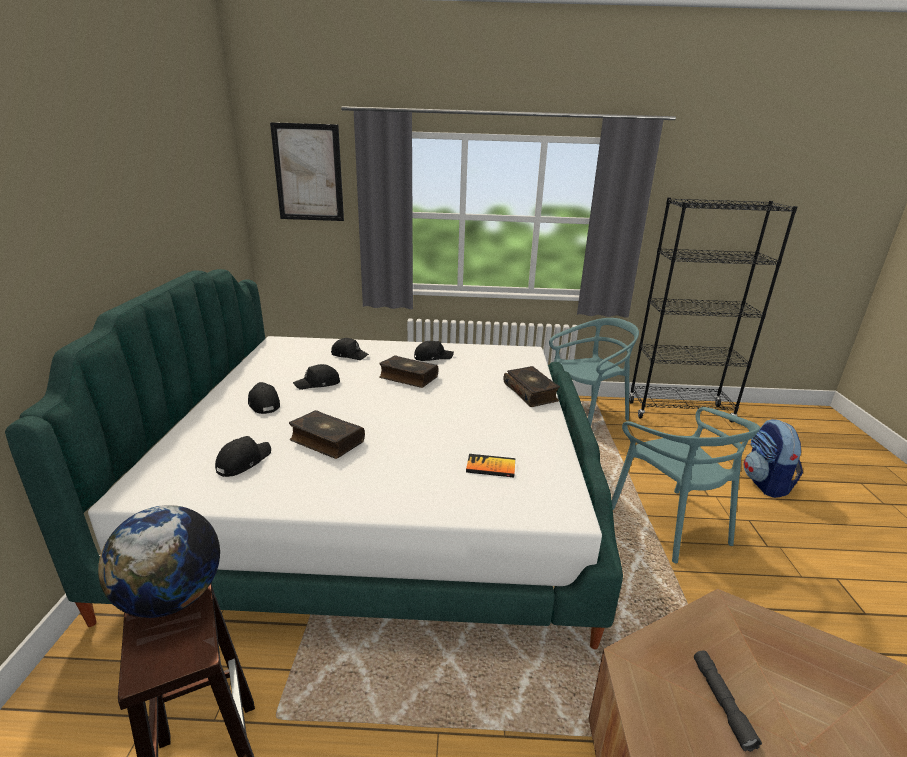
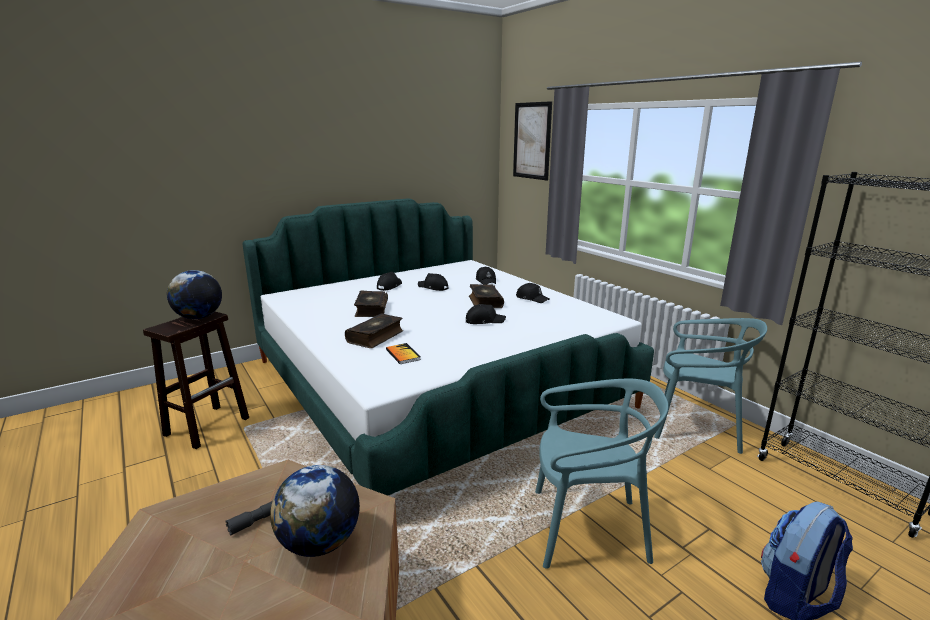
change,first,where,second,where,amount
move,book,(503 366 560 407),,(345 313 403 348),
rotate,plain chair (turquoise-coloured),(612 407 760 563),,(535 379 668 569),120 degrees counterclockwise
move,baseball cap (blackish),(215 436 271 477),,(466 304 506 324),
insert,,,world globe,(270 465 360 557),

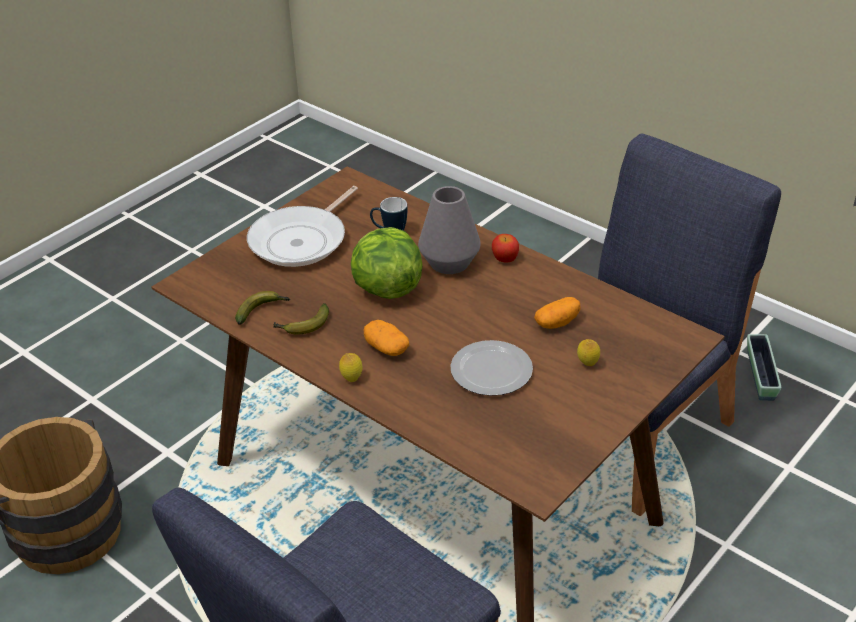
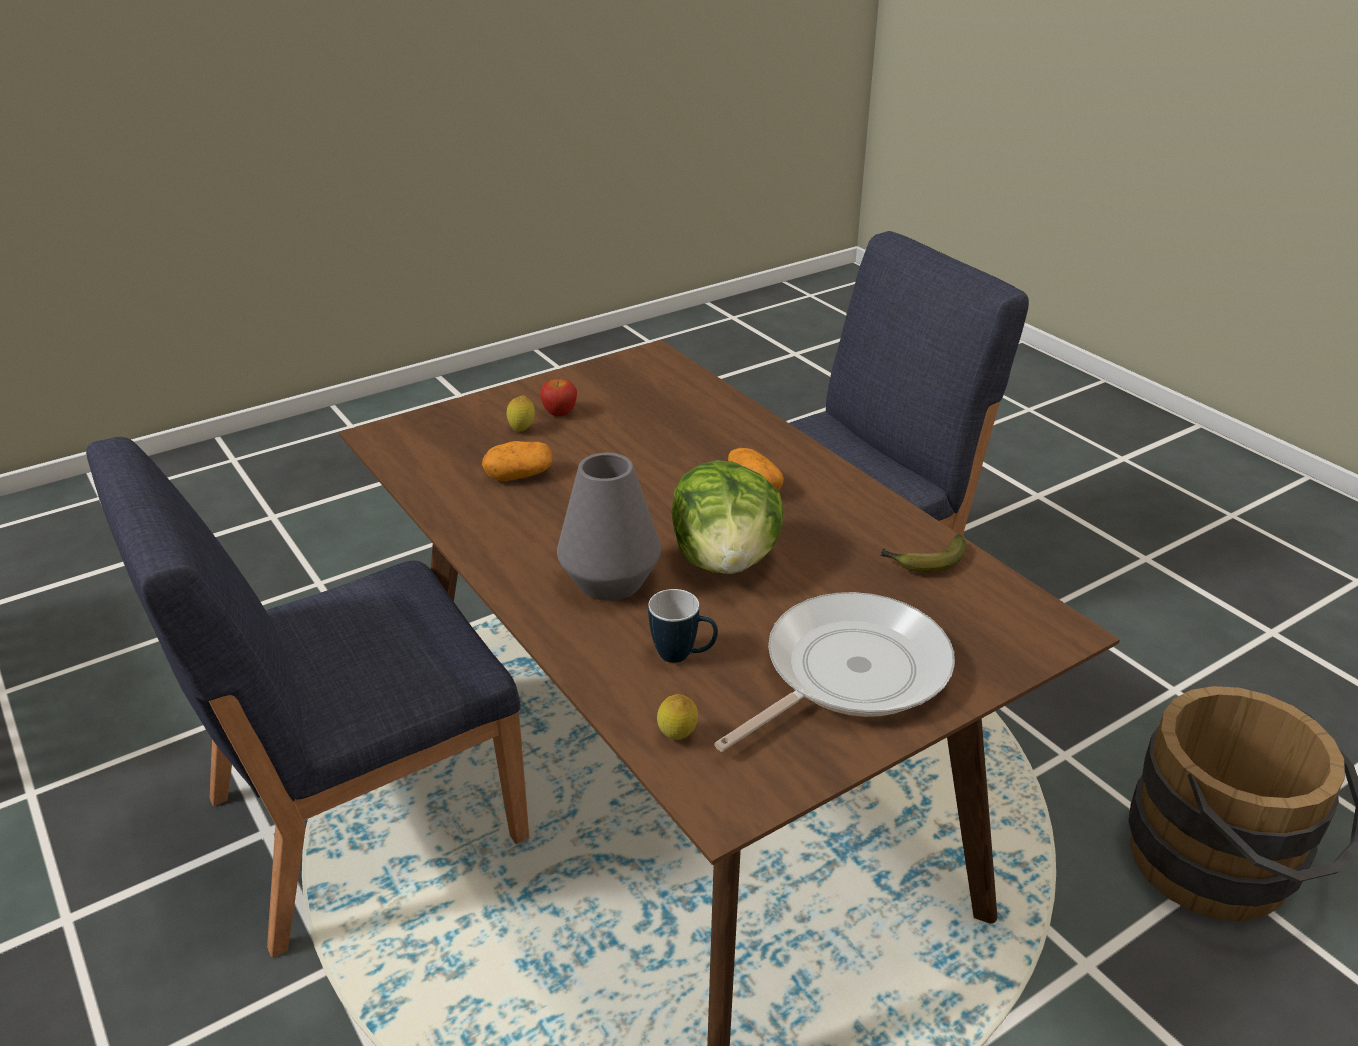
change,first,where,second,where,amount
move,apple fruit,(492 234 519 263),,(540 379 577 417),
delete,whole banana,(274 303 329 335),,,
delete,plant pot,(747 334 781 401),,,
delete,flat dish,(450 340 533 396),,,
move,whole lemon,(339 353 363 382),,(657 694 698 740),

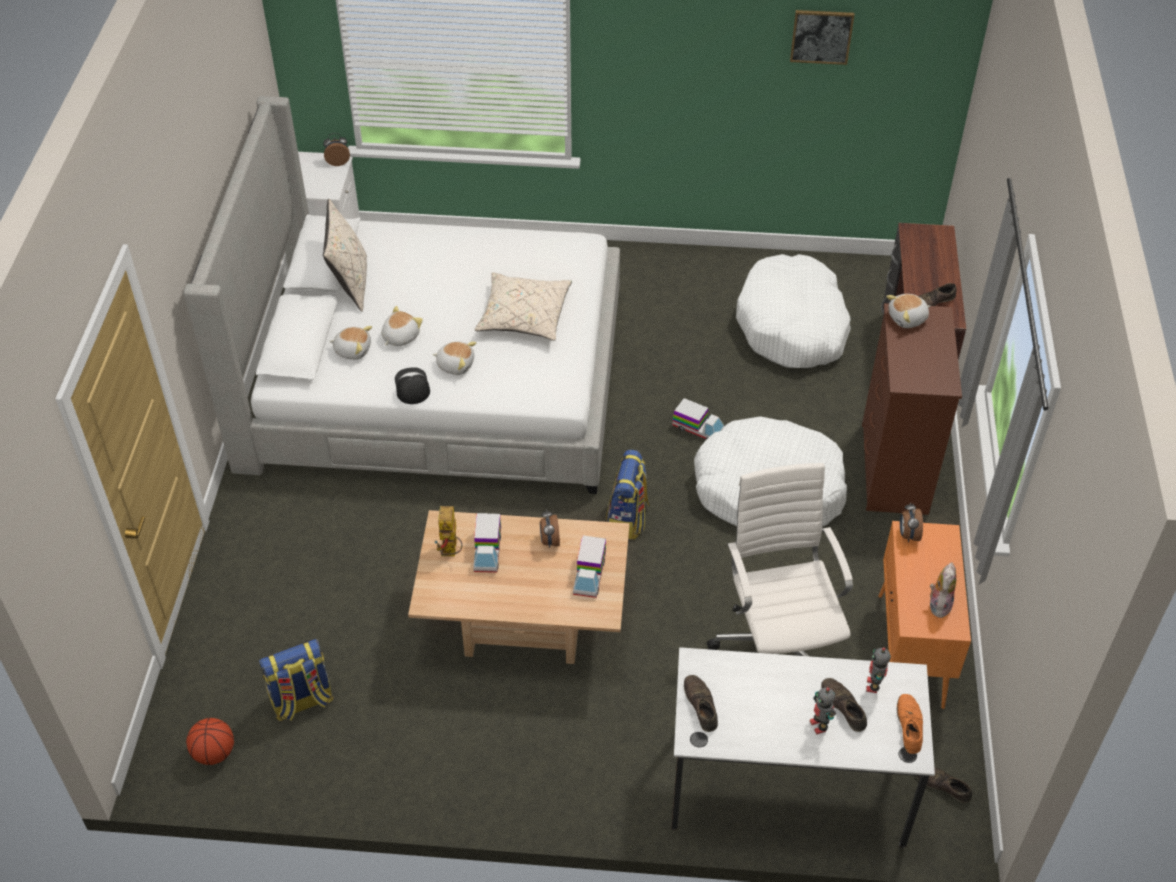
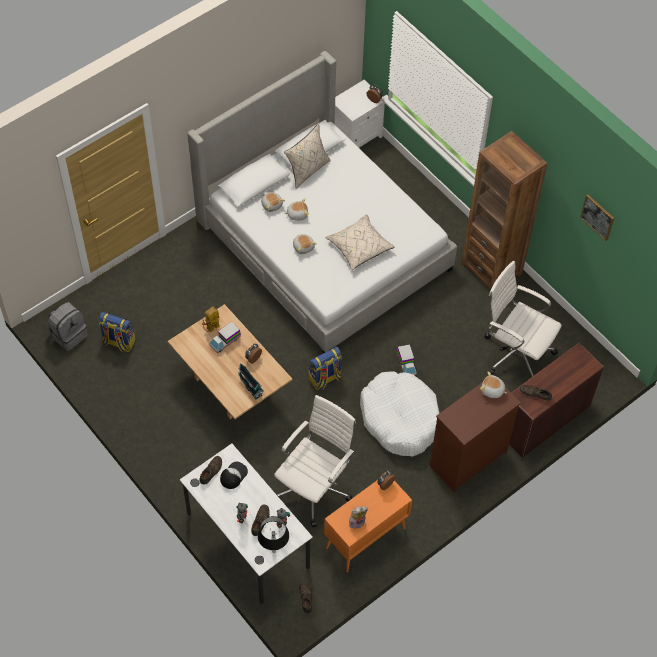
change,first,where,second,where,amount
replace,dog bed (whitish),(736 254 851 368),computer chair (whitish),(484 261 562 377),
move,baseball cap,(395 367 430 404),,(220 462 248 489),
replace,toy truck,(573 536 606 598),model house,(238 363 264 399),
replace,item of footwear (orange-coloured),(897 694 923 754),table lamp (blackish),(258 516 289 553),
replace,basketball,(186 718 234 765),backpack (greyish),(48 302 88 351),
insert,,,bookshelf (brown),(461 131 547 290),

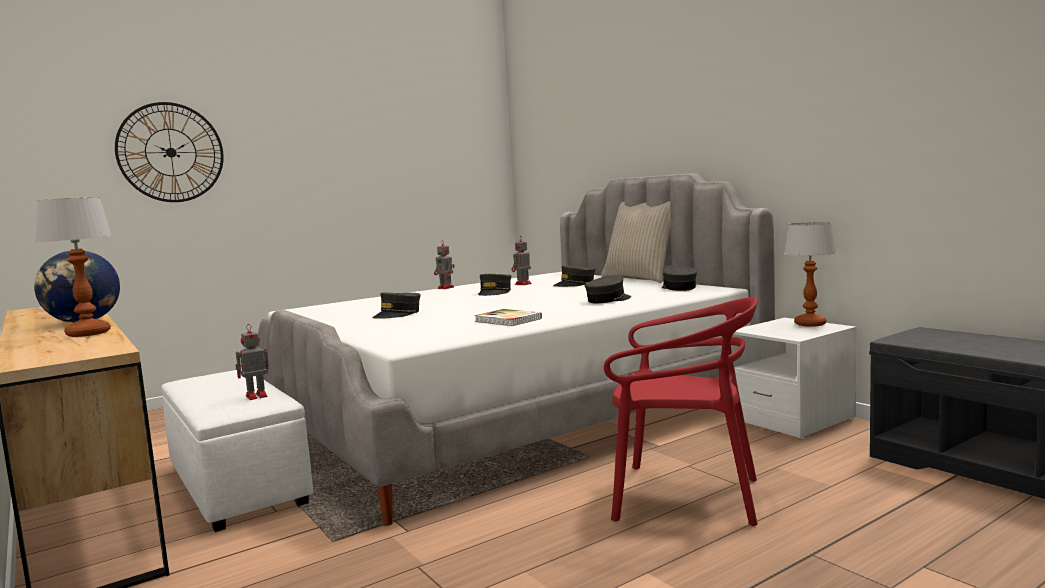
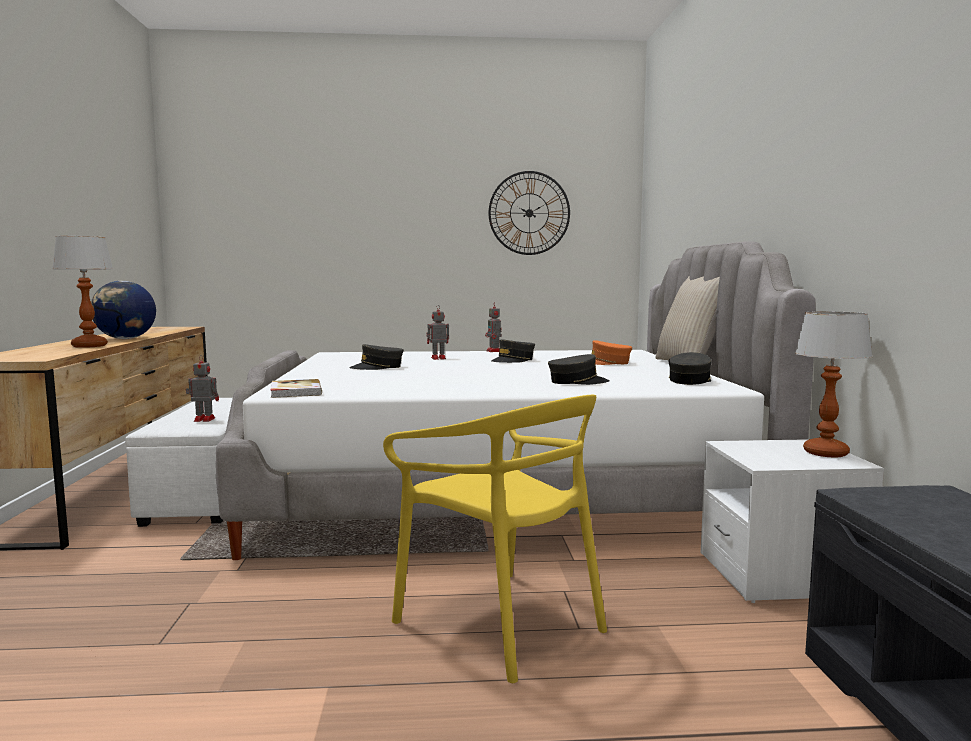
change,first,where,second,where,amount
move,hanging clock,(115 102 224 202),,(488 171 570 255),
move,model robot,(511 237 532 285),,(426 305 449 360),
recolor,baseball cap (greyish),(553 266 595 287),baseball cap (orange-coloured),(592 340 632 365),
recolor,plain chair (reddish),(604 297 758 526),plain chair (yellowish),(383 395 607 683),
move,book,(474 309 542 326),,(271 379 322 398),

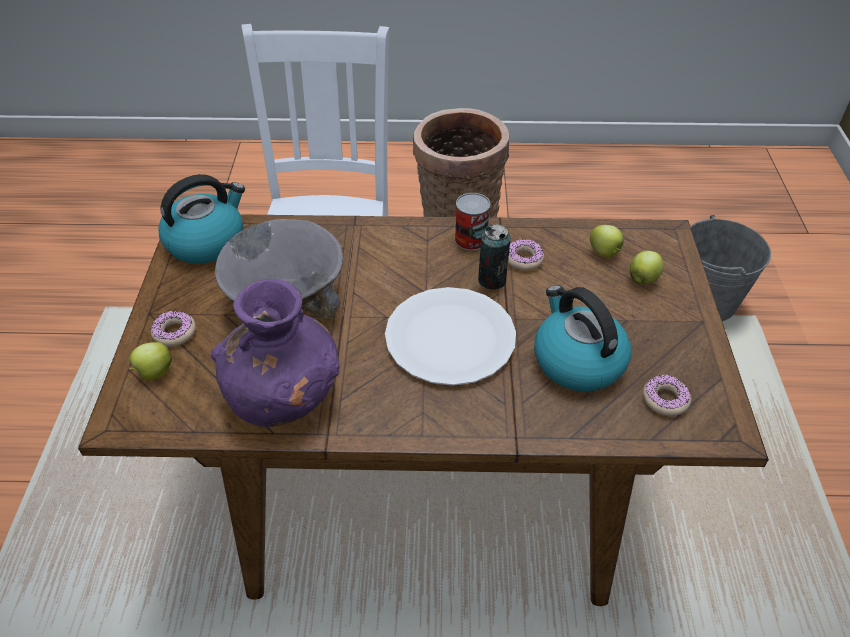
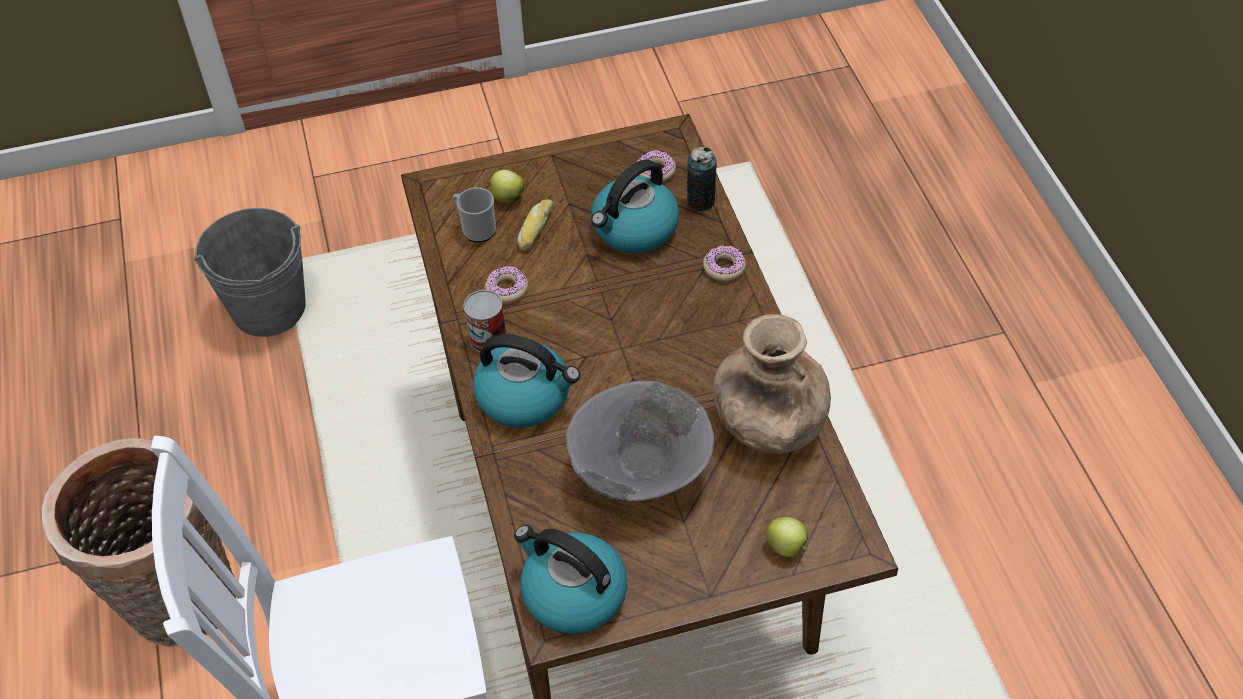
change,first,where,second,where,amount
move,sealed can,(478 224 510 290),,(686 147 717 211),
replace,apple fruit,(590 225 624 257),coffee mug,(453 187 496 242),
recolor,decorative vase (purplish),(210 279 340 427),decorative vase (brown),(713 314 831 453),
delete,flat dish (whitish),(385 287 516 386),,,
move,donut,(151 311 196 347),,(703 246 746 281),
insert,,,baked bread,(518 199 553 250),
insert,,,water kettle,(473 334 580 428),

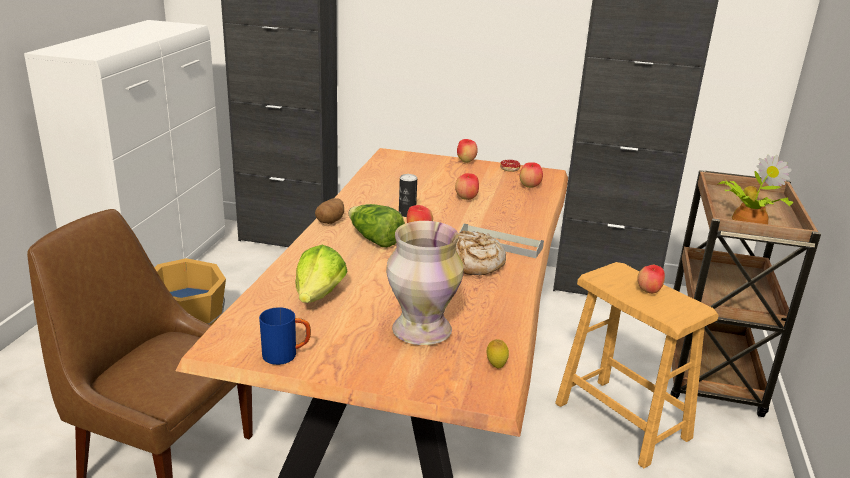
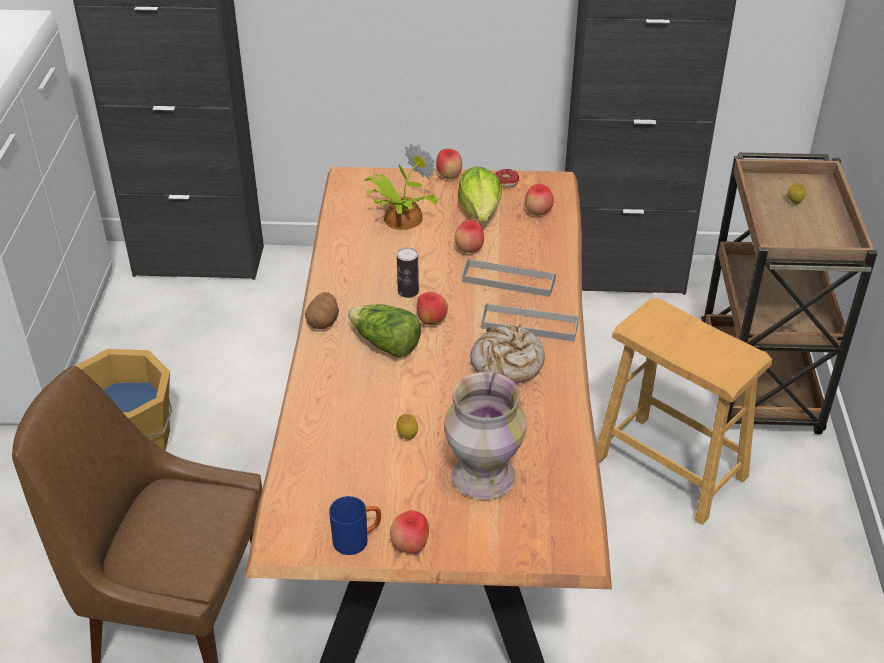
change,first,where,second,where,amount
move,houseplant,(717 155 793 224),,(364 144 439 230),
move,lettuce head,(296 245 348 303),,(458 166 502 222),
move,apple fruit,(637 265 665 294),,(390 510 429 553),
move,whole lemon,(486 339 509 368),,(396 414 418 440),
insert,,,serving tray (greyish),(462 258 556 297),

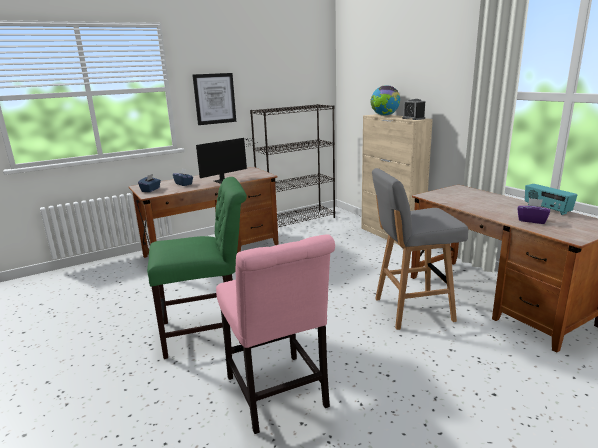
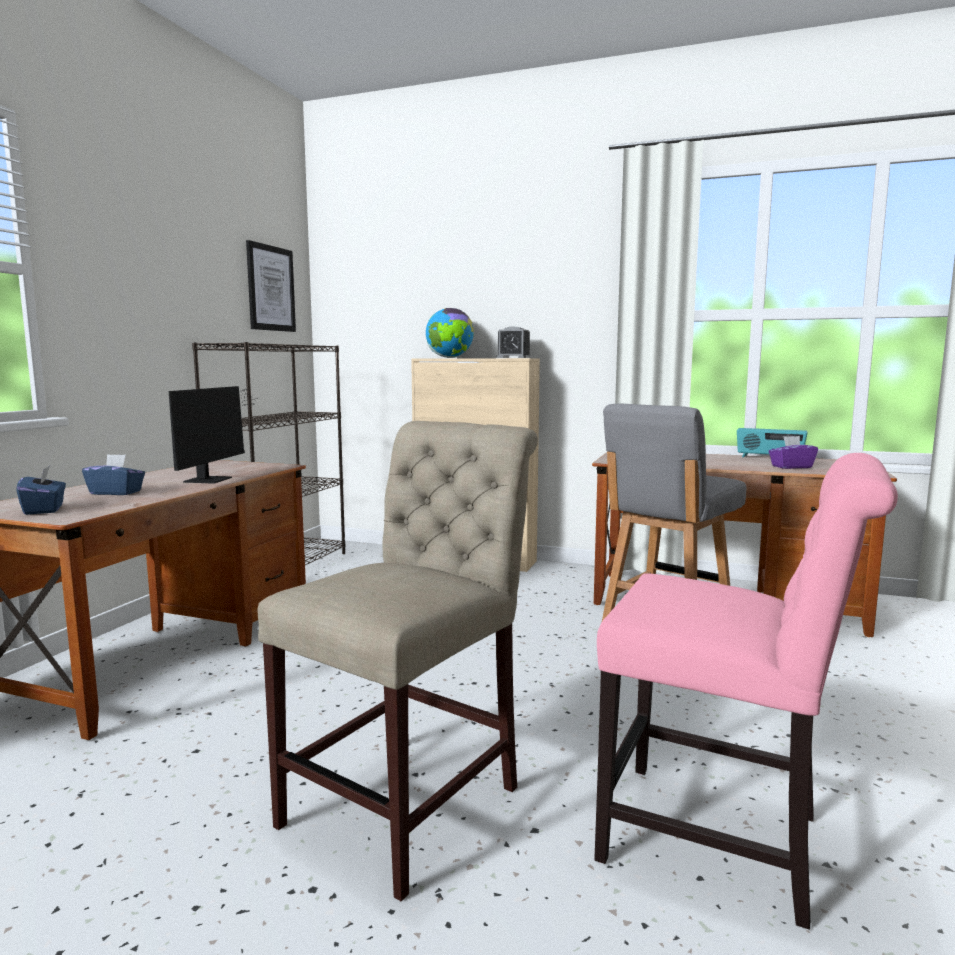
change,first,where,second,where,amount
move,wall art,(192 73 236 125),,(246 240 296 332),
recolor,plain chair (green-coloured),(147 177 247 359),plain chair (beige),(257 421 538 901),

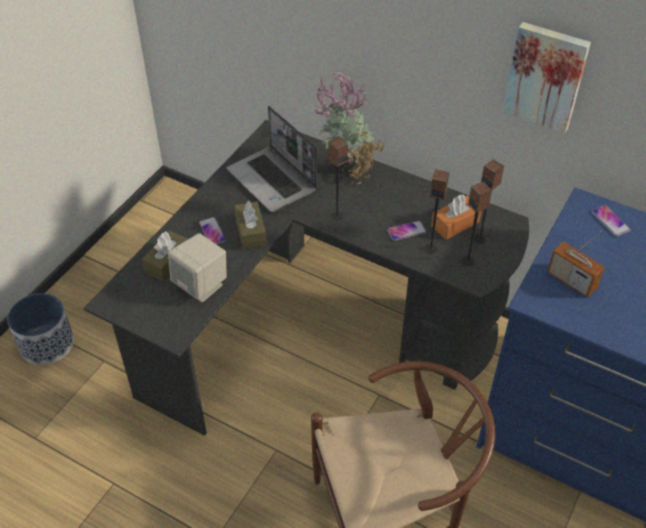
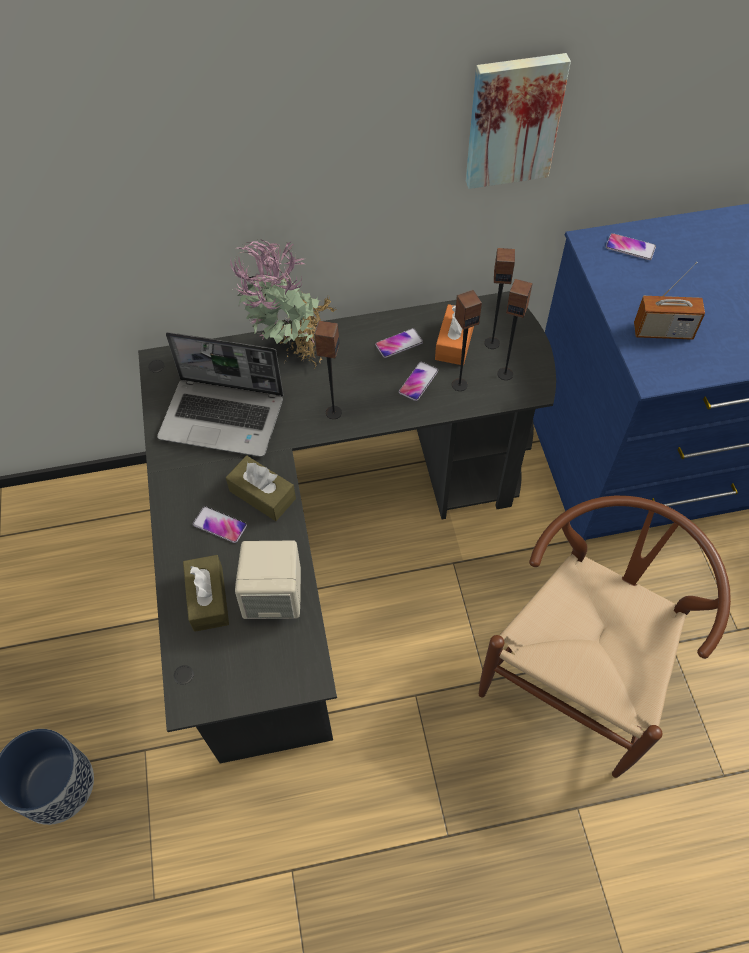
change,first,where,second,where,amount
insert,,,telephone,(375 328 423 358),

